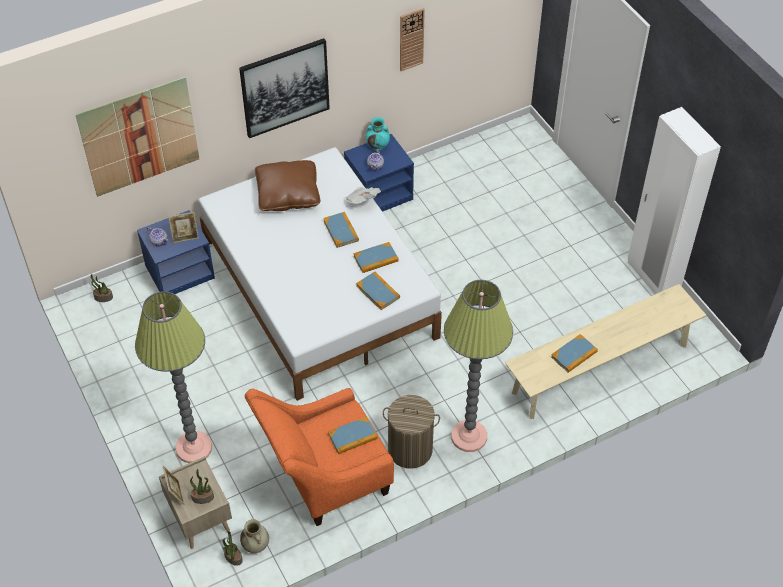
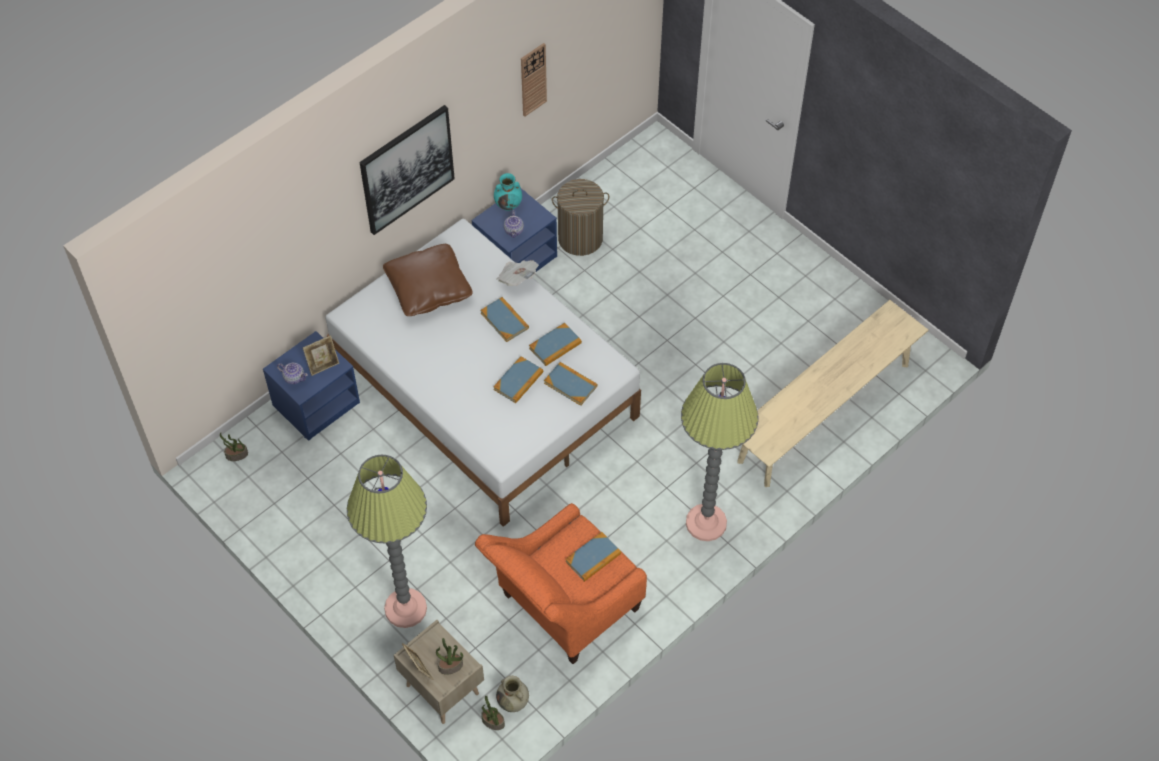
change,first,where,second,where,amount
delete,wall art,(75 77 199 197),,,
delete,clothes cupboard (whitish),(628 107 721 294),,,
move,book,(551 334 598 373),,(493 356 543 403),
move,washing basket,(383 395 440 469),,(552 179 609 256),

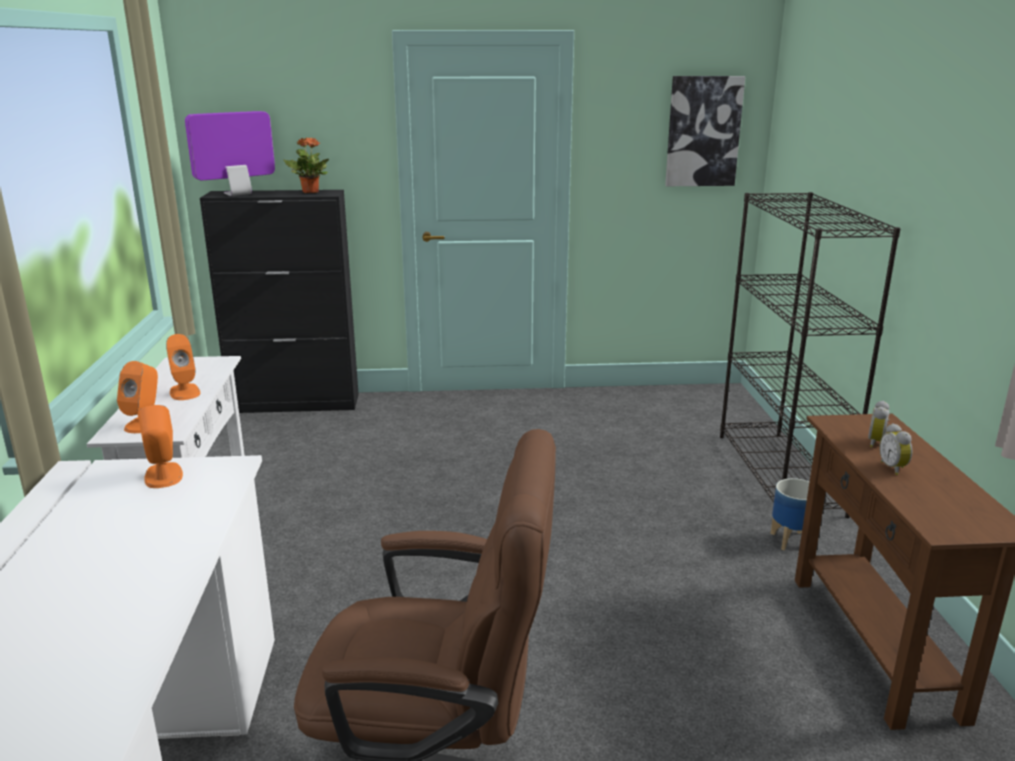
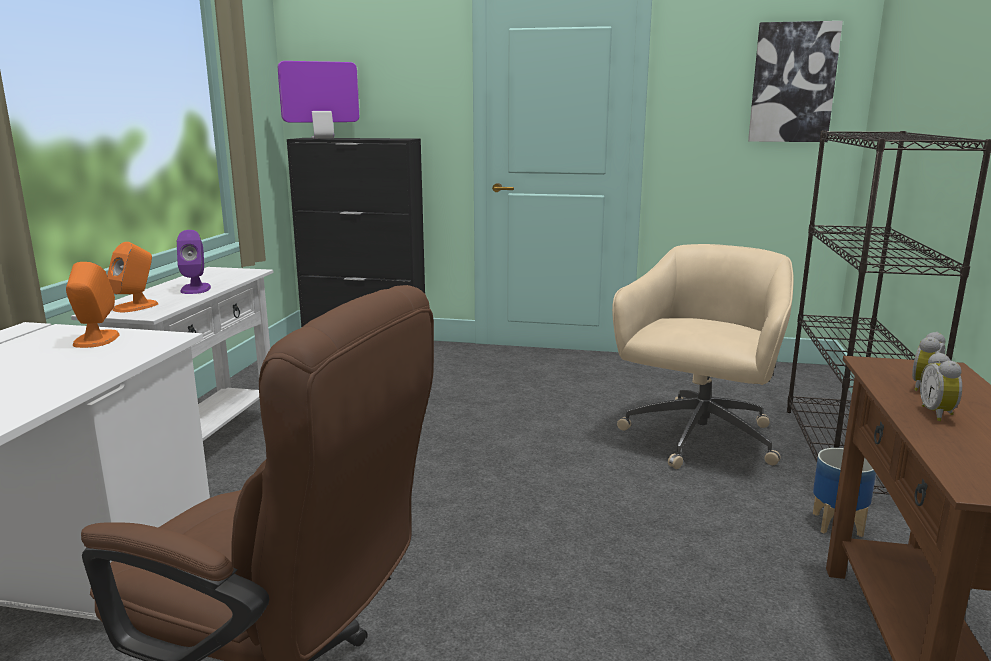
change,first,where,second,where,amount
delete,houseplant,(283 138 329 193),,,
recolor,audio speaker (orange-coloured),(166 334 200 400),audio speaker (purplish),(177 230 211 294),
insert,,,computer chair (beige),(612 244 794 469),

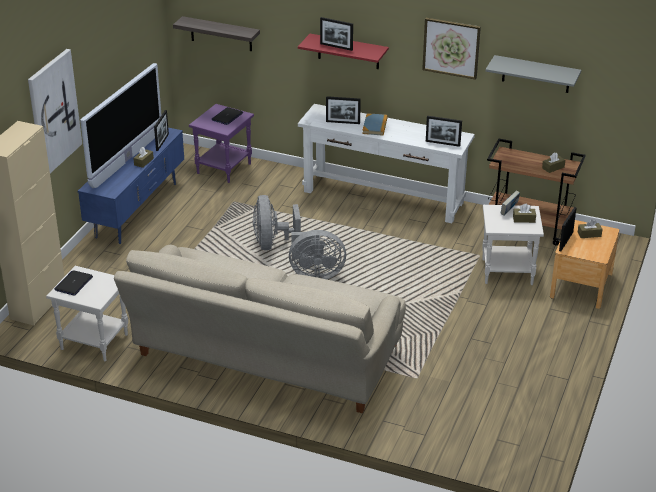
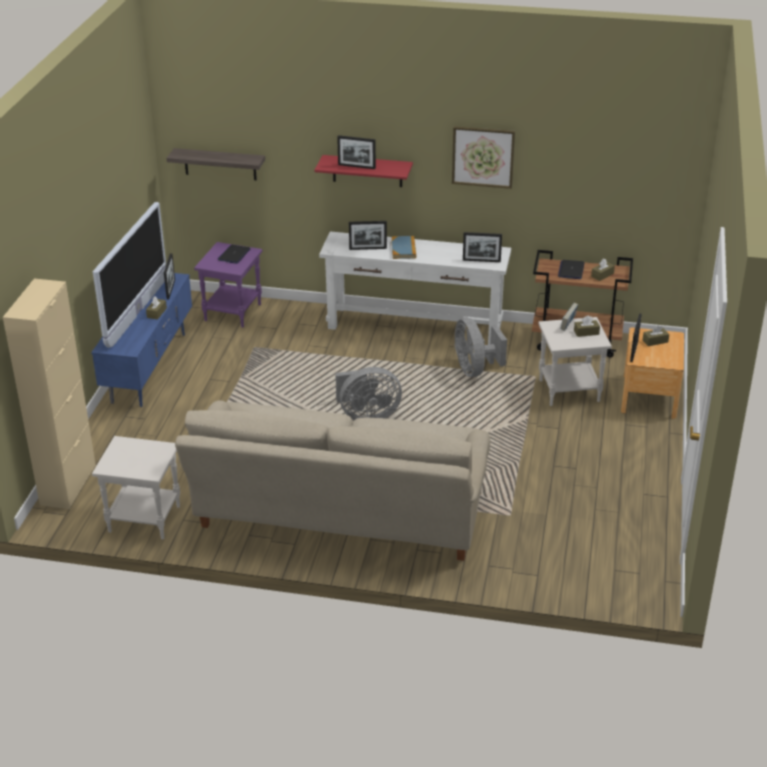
change,first,where,second,where,amount
delete,wall art,(28 49 82 173),,,
delete,bracket shelf (greyish),(485 55 581 93),,,
move,electric fan (greyish),(253 195 301 250),,(454 318 507 377),
move,laptop,(54 270 93 296),,(558 260 584 279),

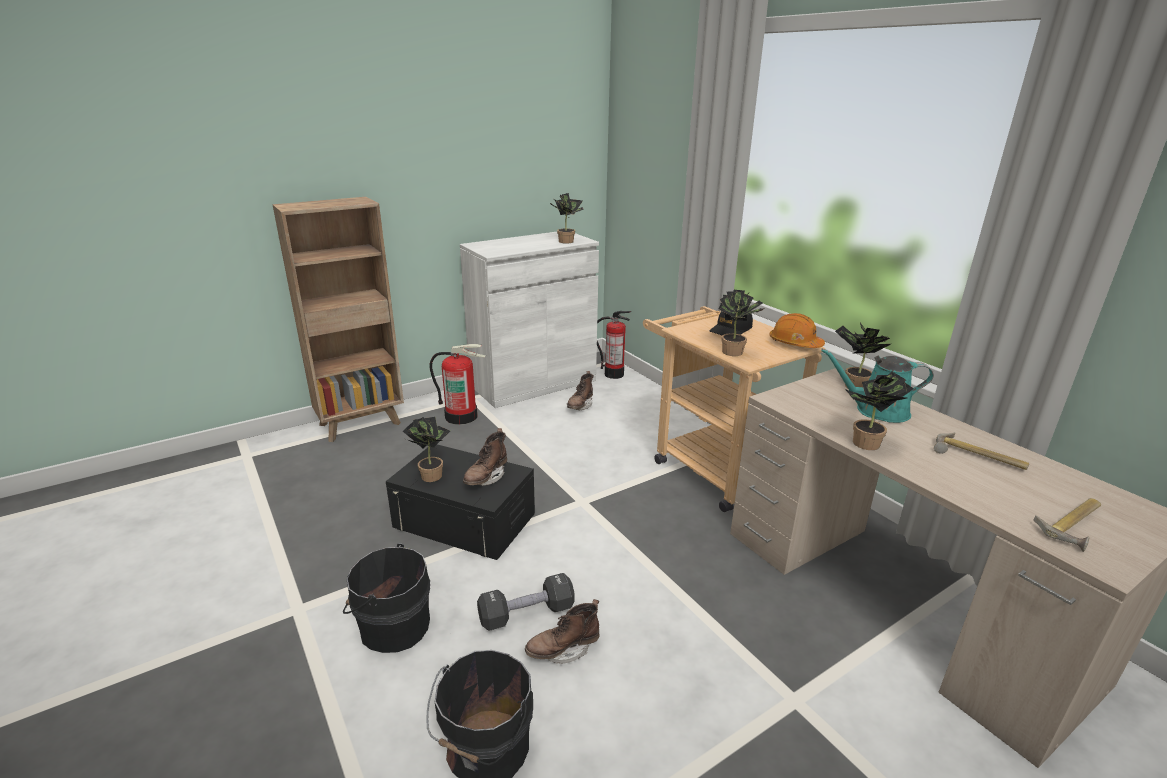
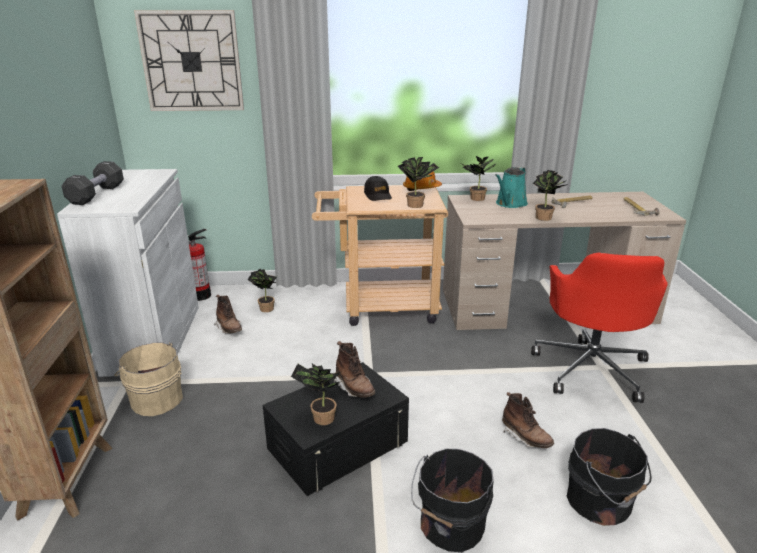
change,first,where,second,where,amount
move,houseplant,(549 193 584 244),,(247 269 277 312),
replace,fire extinguisher,(429 344 486 425),bucket (beige),(114 342 183 416),
move,free weight (blackish),(477 573 575 630),,(61 161 124 205),
rotate,high-top boot (brown),(525 599 600 664),,(502 392 554 448),45 degrees counterclockwise
insert,,,hanging clock,(134 10 244 111),
insert,,,computer chair (reddish),(531 253 668 403),

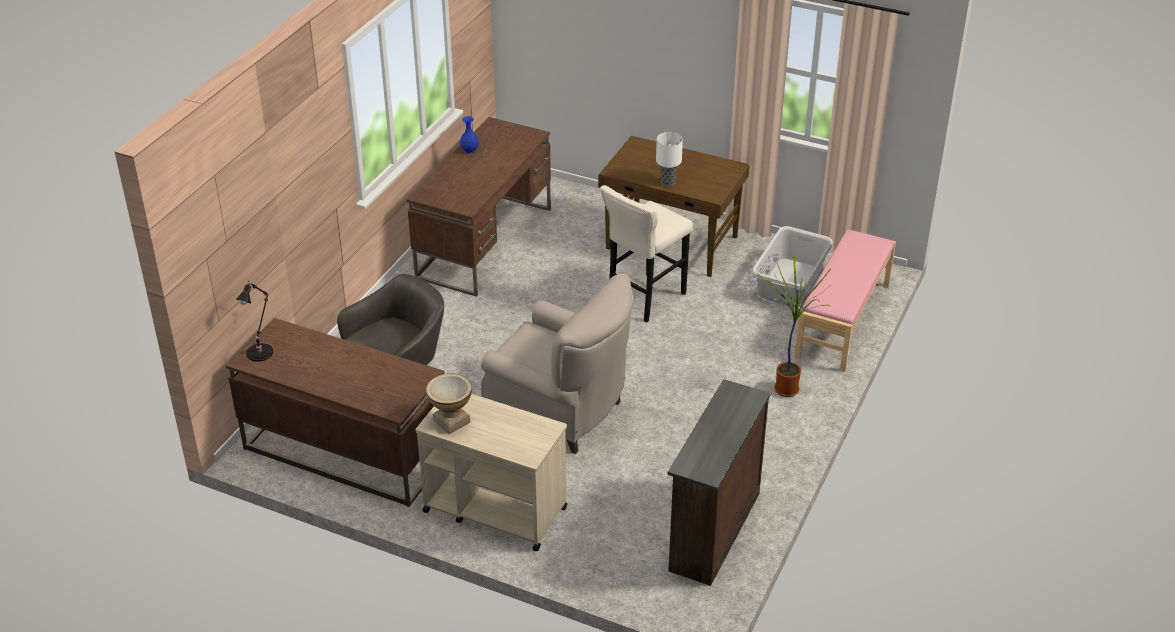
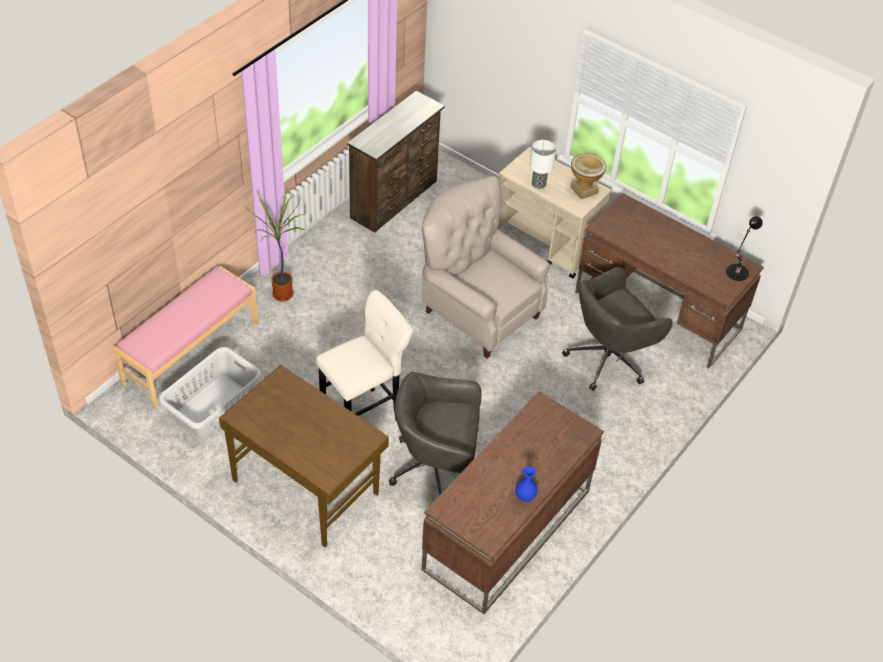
change,first,where,second,where,amount
move,table lamp,(656 132 683 187),,(530 140 556 189),
insert,,,computer chair (greyish),(389 372 482 495),

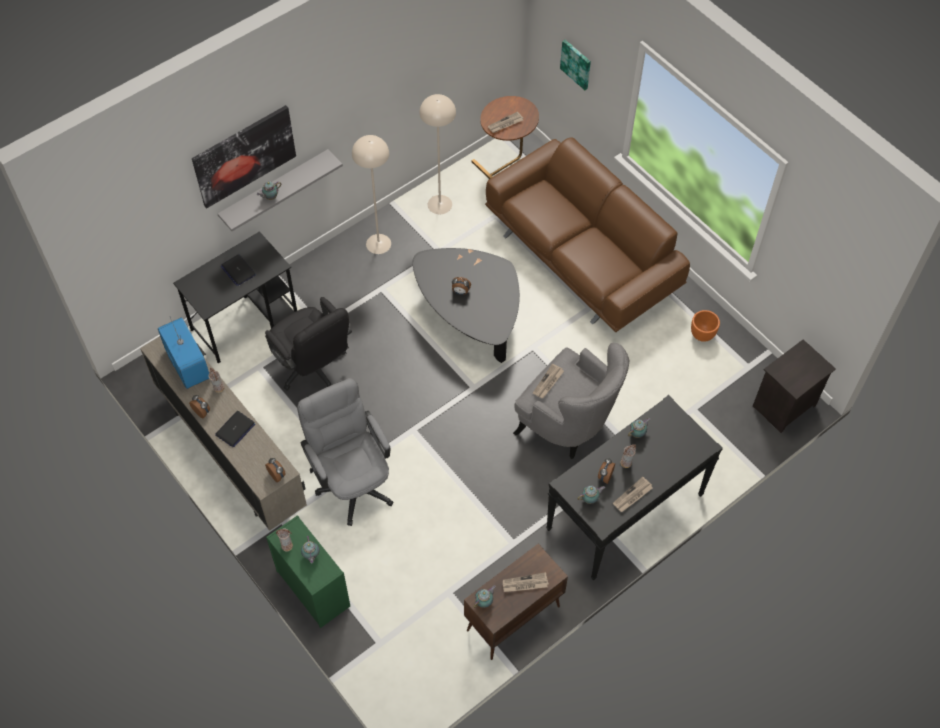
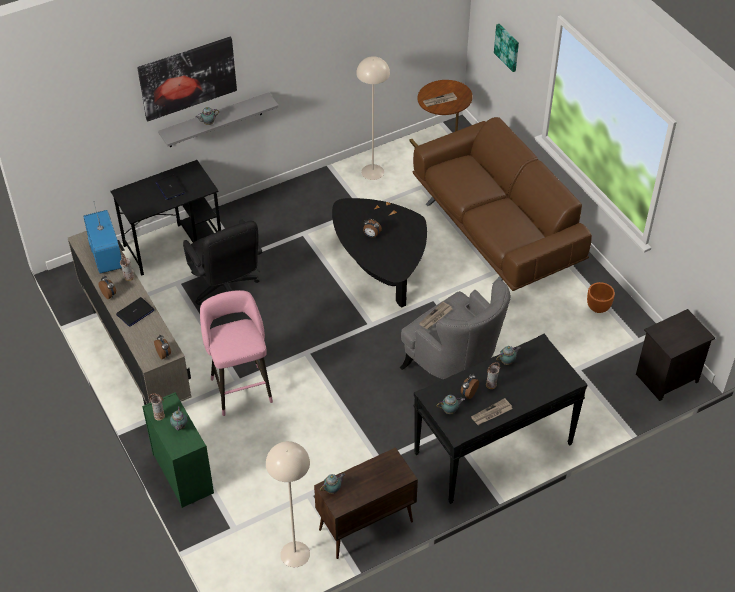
change,first,where,second,where,amount
move,standing lamp (beige),(352 135 391 254),,(266 441 310 567),
replace,computer chair (greyish),(297 378 394 526),sitting stool (pink-coloured),(200 290 273 416),
delete,printed paper,(503 572 549 592),,,

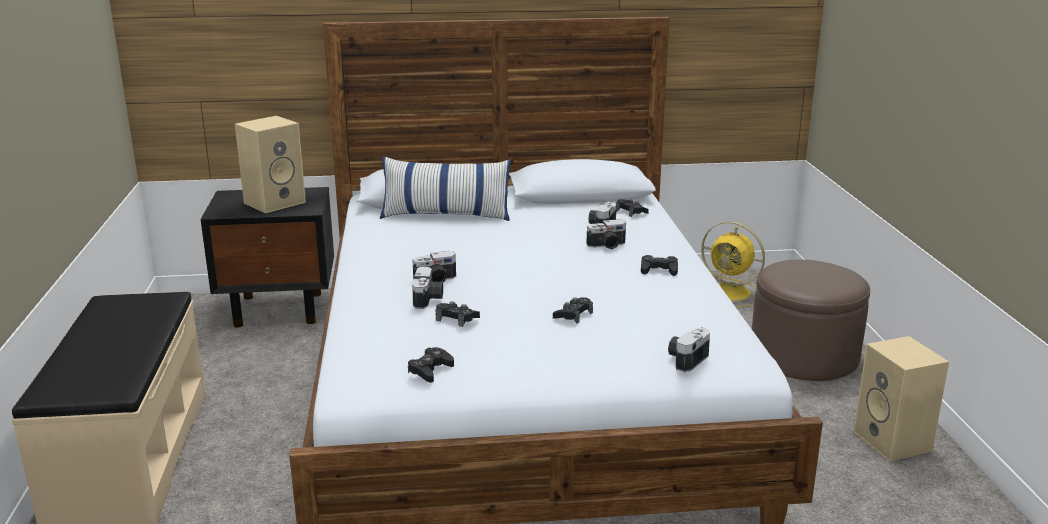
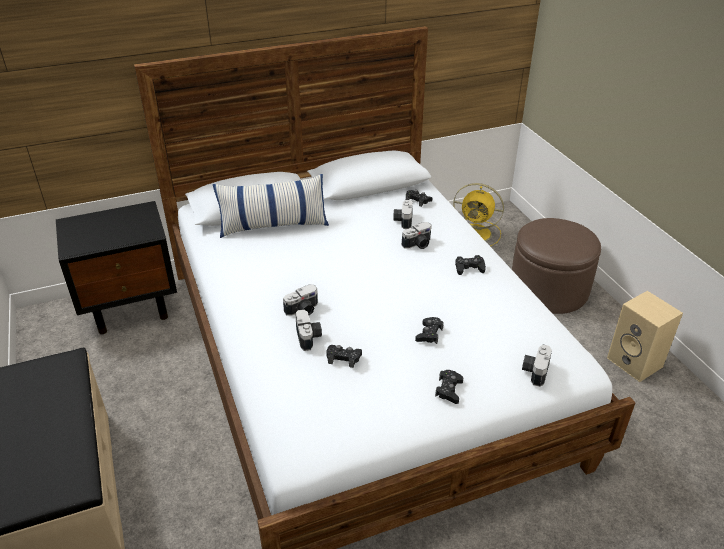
change,first,where,second,where,amount
delete,audio speaker (beige),(235 116 306 213),,,
move,joypad (blackish),(408 347 454 383),,(435 370 463 404),

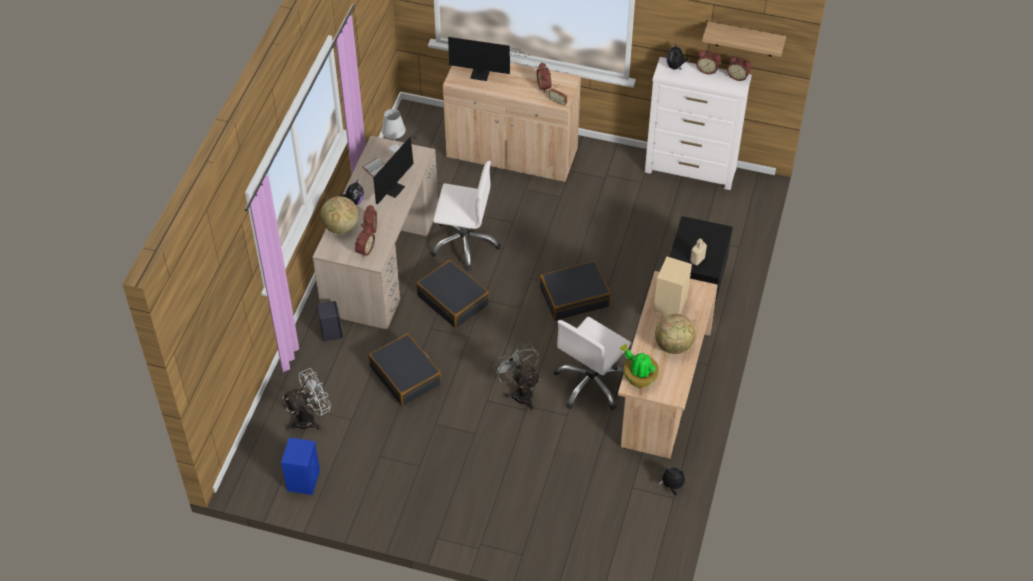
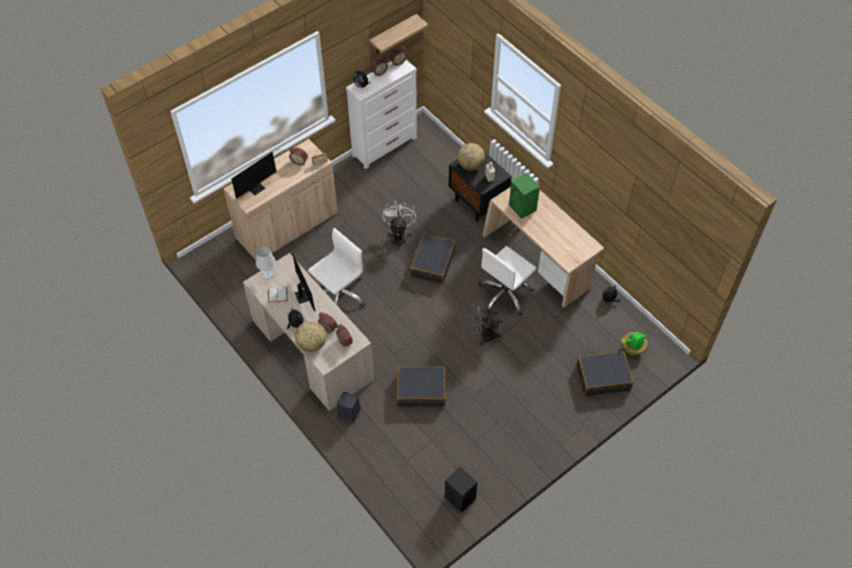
change,first,where,second,where,amount
recolor,audio speaker (beige),(653 257 692 315),audio speaker (green-coloured),(509 173 540 219),
move,piece of luggage (blackish),(416 260 489 328),,(576 351 633 396),
move,world globe,(655 314 696 354),,(458 143 485 171),
rotate,computer chair (whitish),(553 316 631 410),,(478 246 537 316),60 degrees clockwise
move,houseplant,(620 344 659 388),,(621 332 648 356),
move,electric fan (whitish),(282 368 331 431),,(382 202 416 251),
recolor,audio speaker (blue-coloured),(281 437 320 495),audio speaker (blackish),(445 467 477 513),

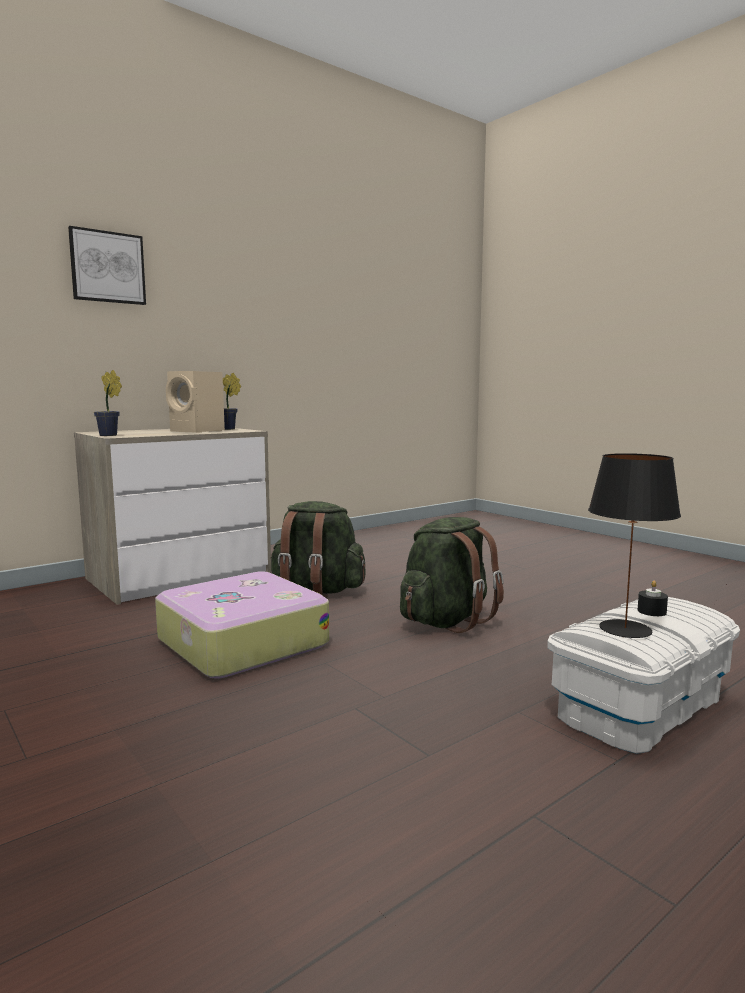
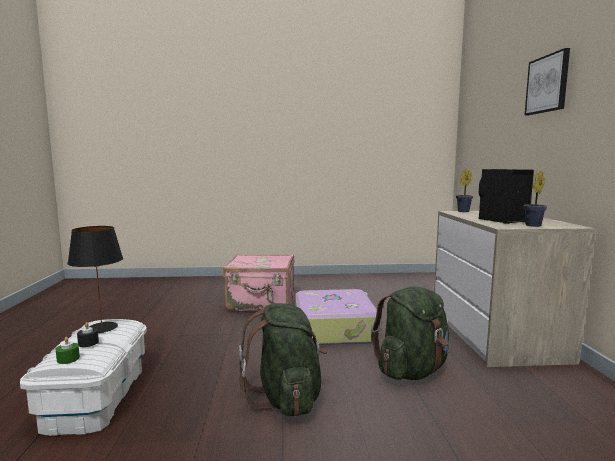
change,first,where,second,where,amount
recolor,audio speaker (beige),(166 371 225 433),audio speaker (blackish),(479 169 534 224),
insert,,,piece of luggage (pink-coloured),(223 254 294 311),
insert,,,wax candle (green-coloured),(56 337 80 364),

